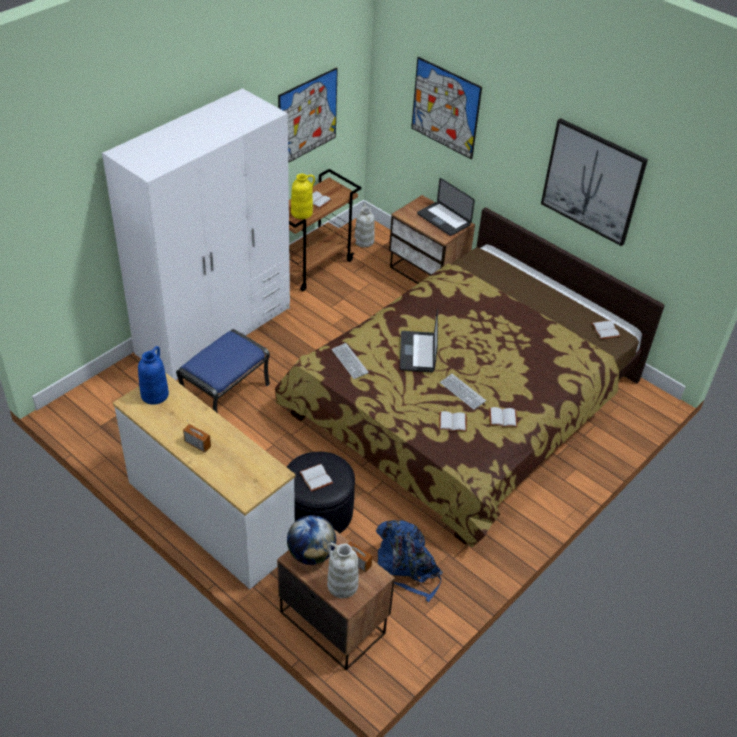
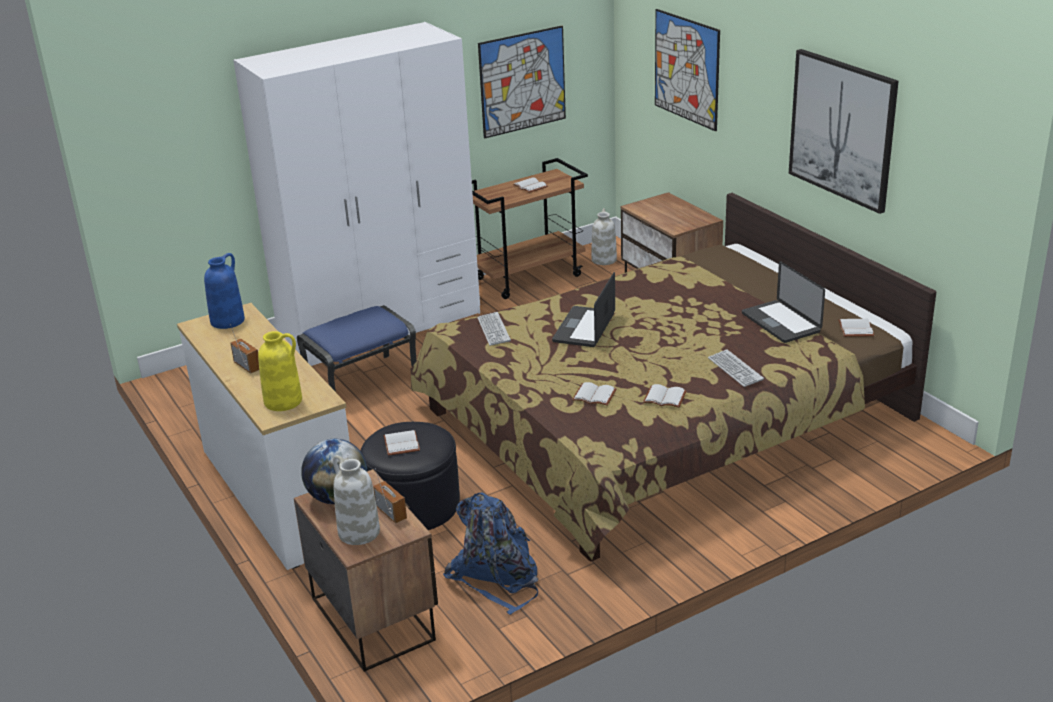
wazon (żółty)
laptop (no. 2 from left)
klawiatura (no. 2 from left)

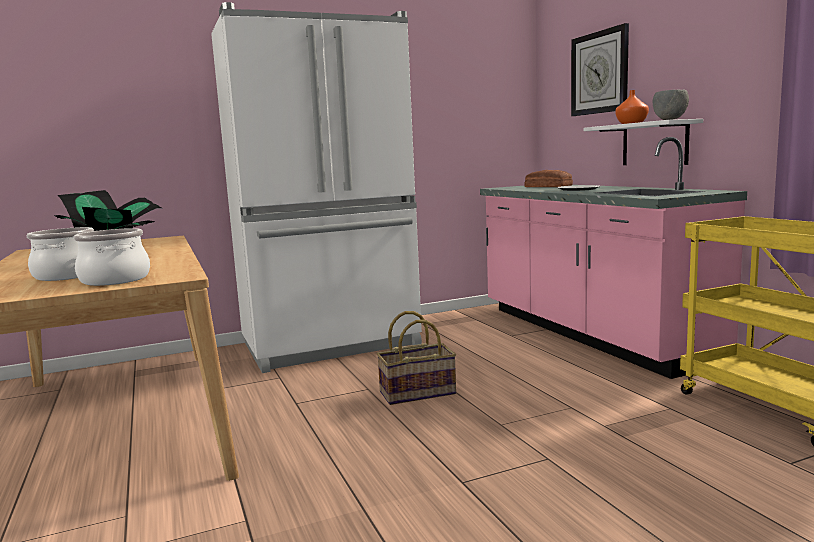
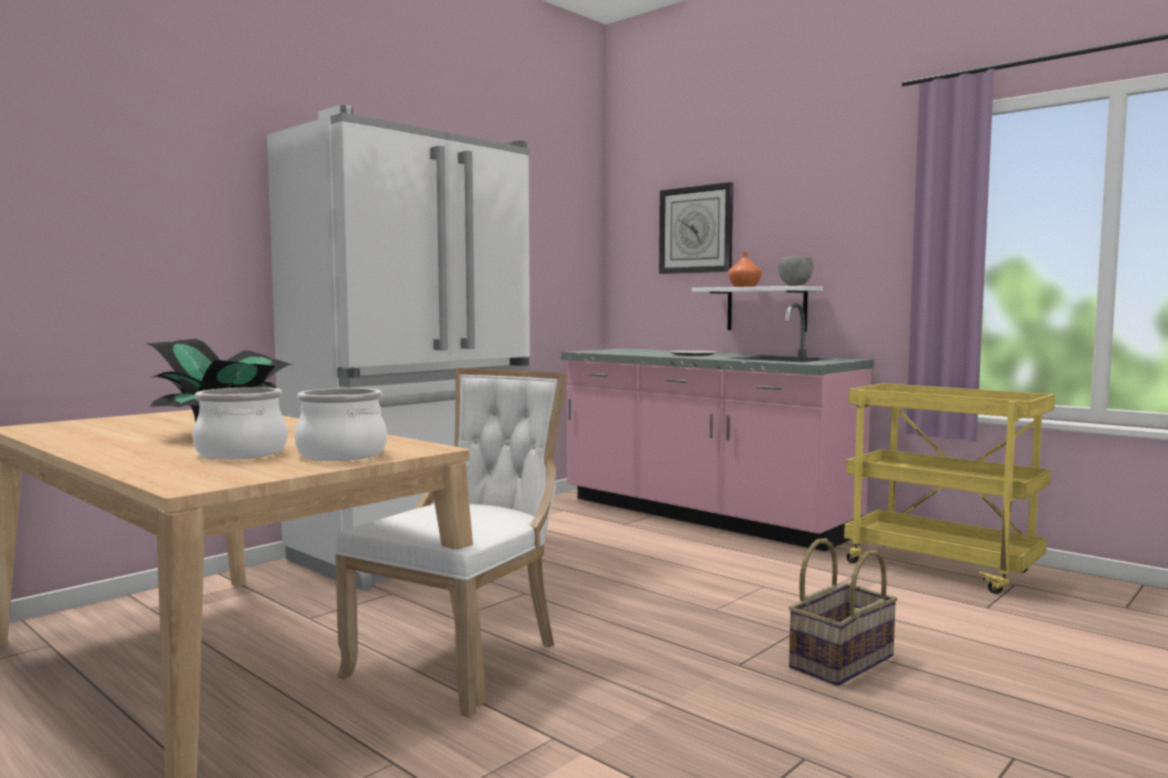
chleb
koszyk
krzesło (biały)

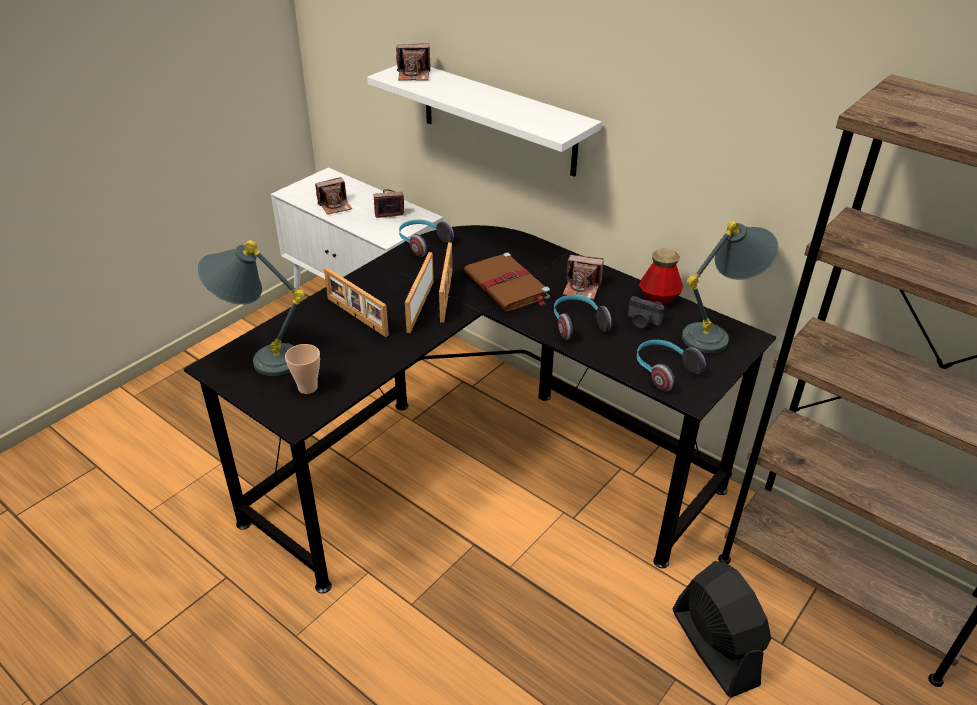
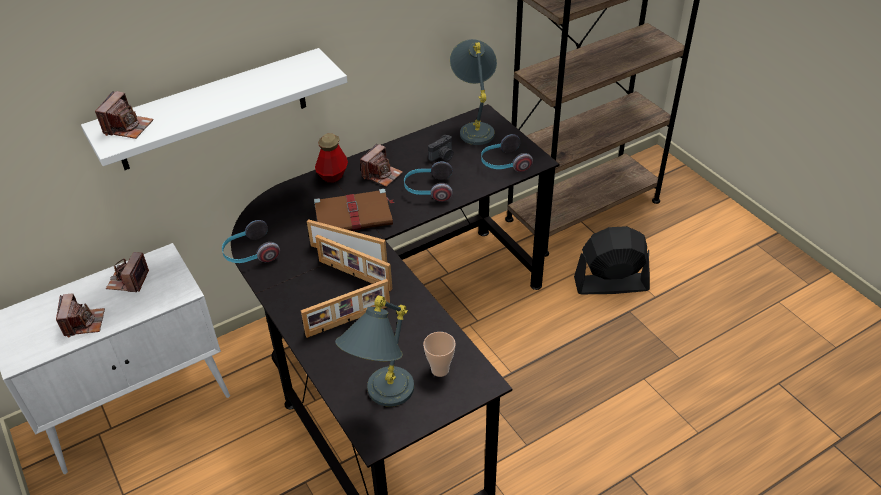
butelka

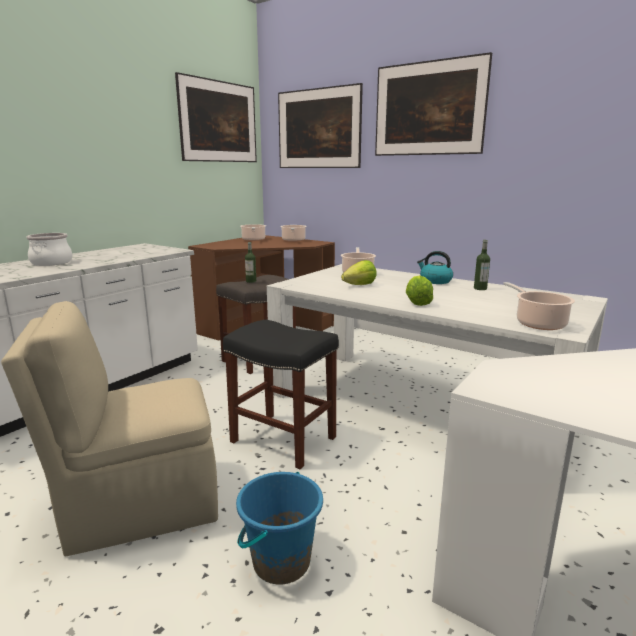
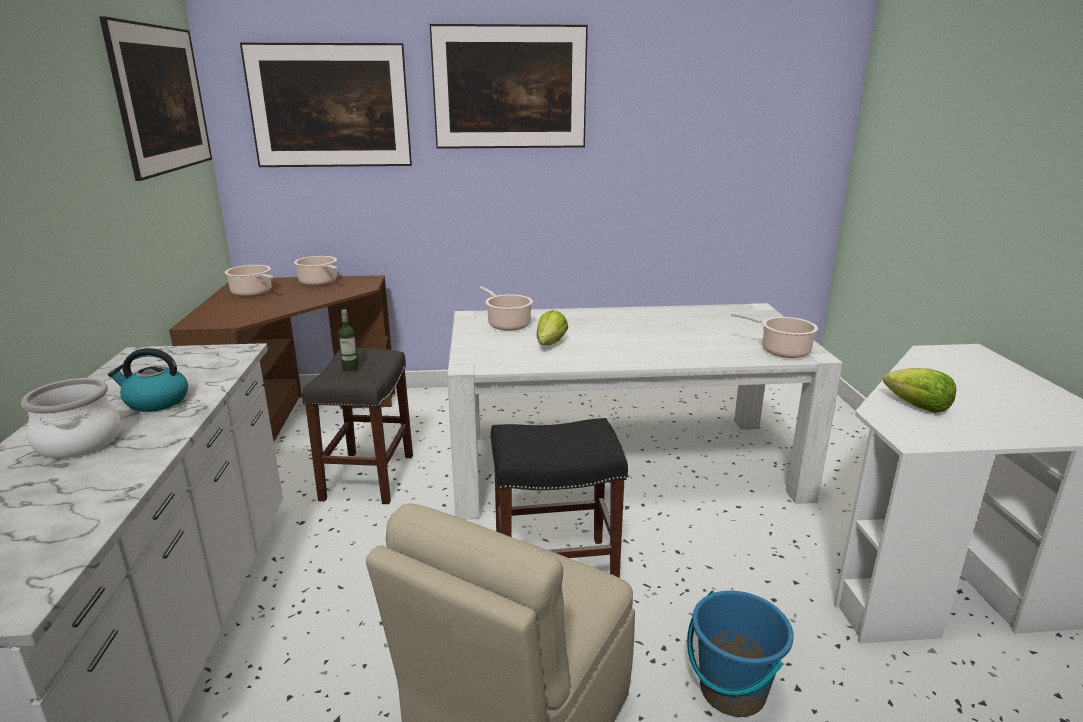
butelka (no. 2 from left in the first image)
czajnik
sałata (no. 2 from left)

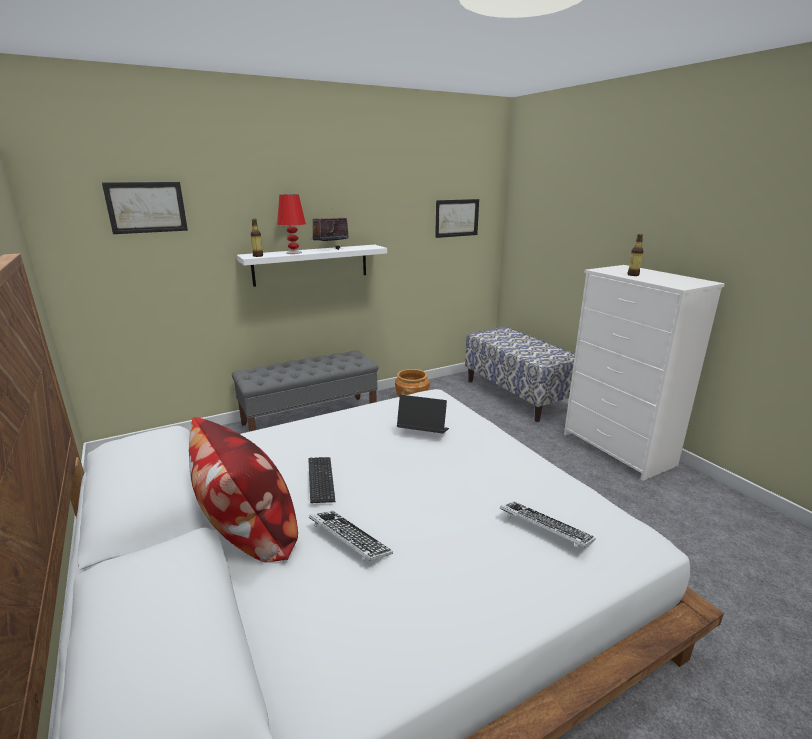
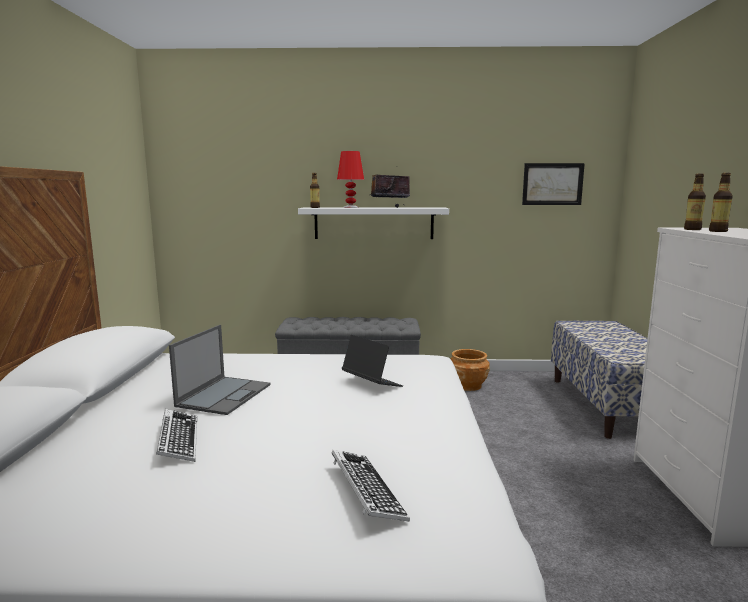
obraz (no. 1 from left in the first image)
poduszka
laptop (no. 1 from left)
butelka (no. 2 from left)

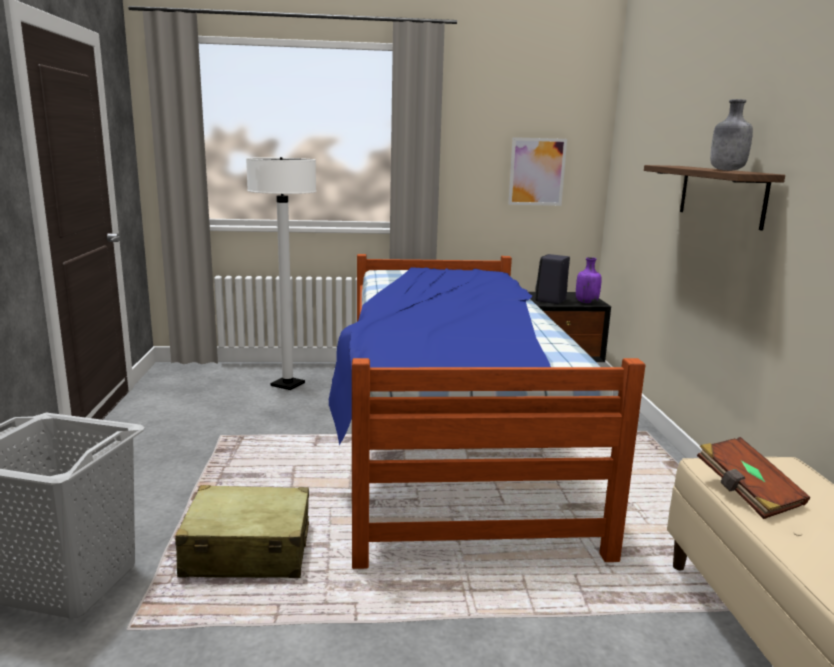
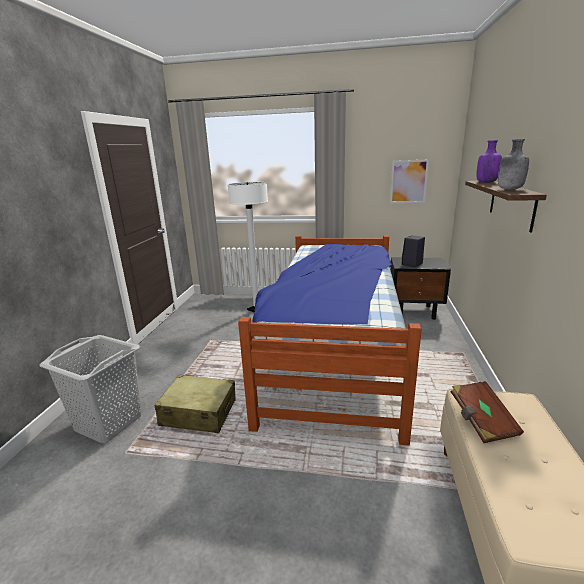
butelka (fioletowy)

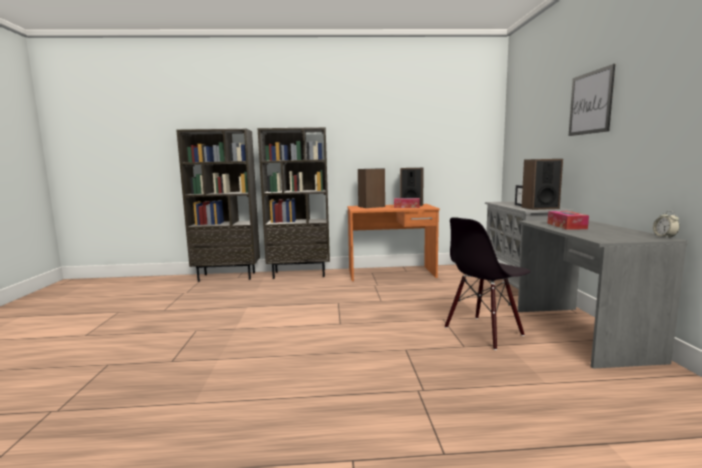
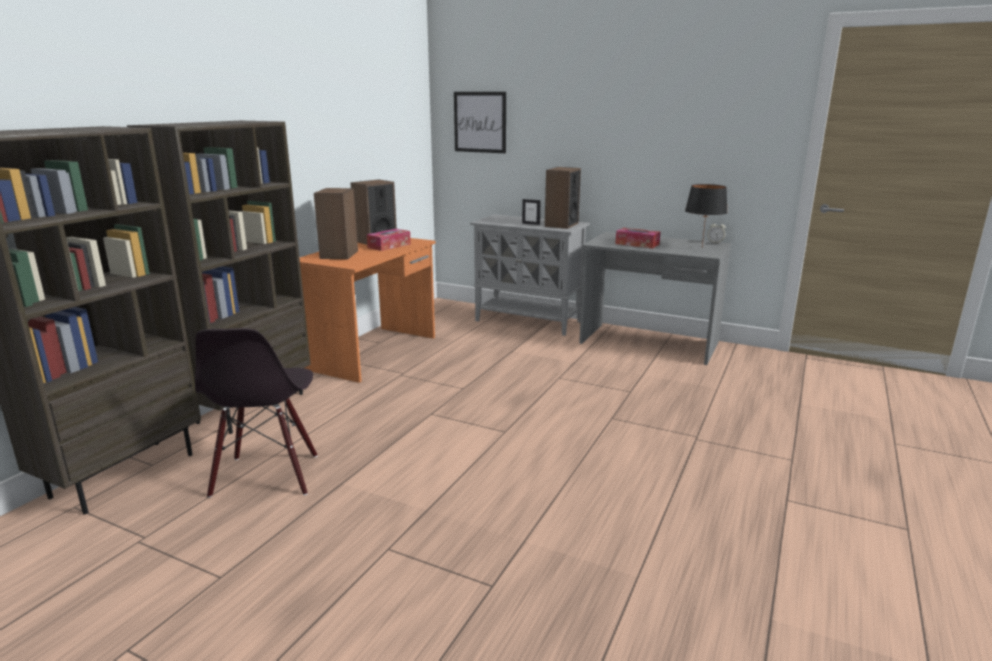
obraz
krzesło (czarny)
lampa stołowa (czarny)

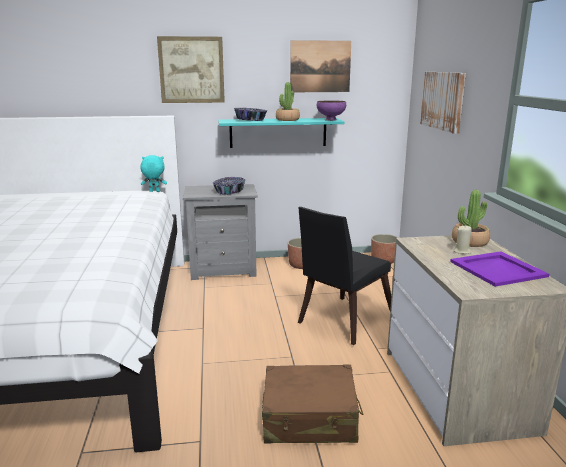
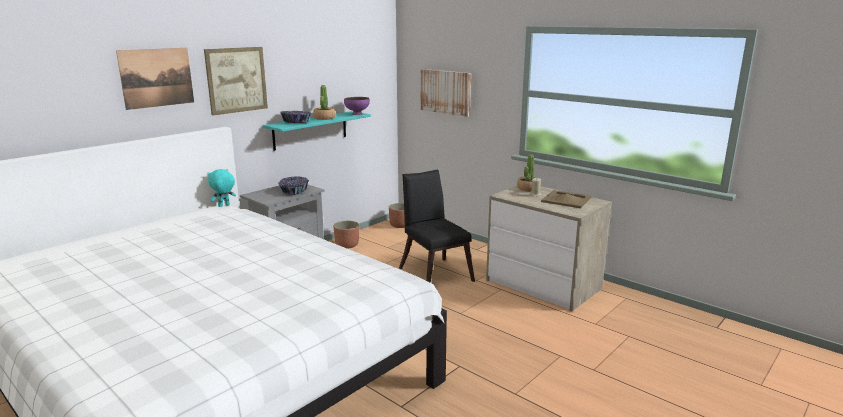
obraz (no. 1 from left)
krzesło (czarny)
taca (beżowy)
walizka (brązowy)

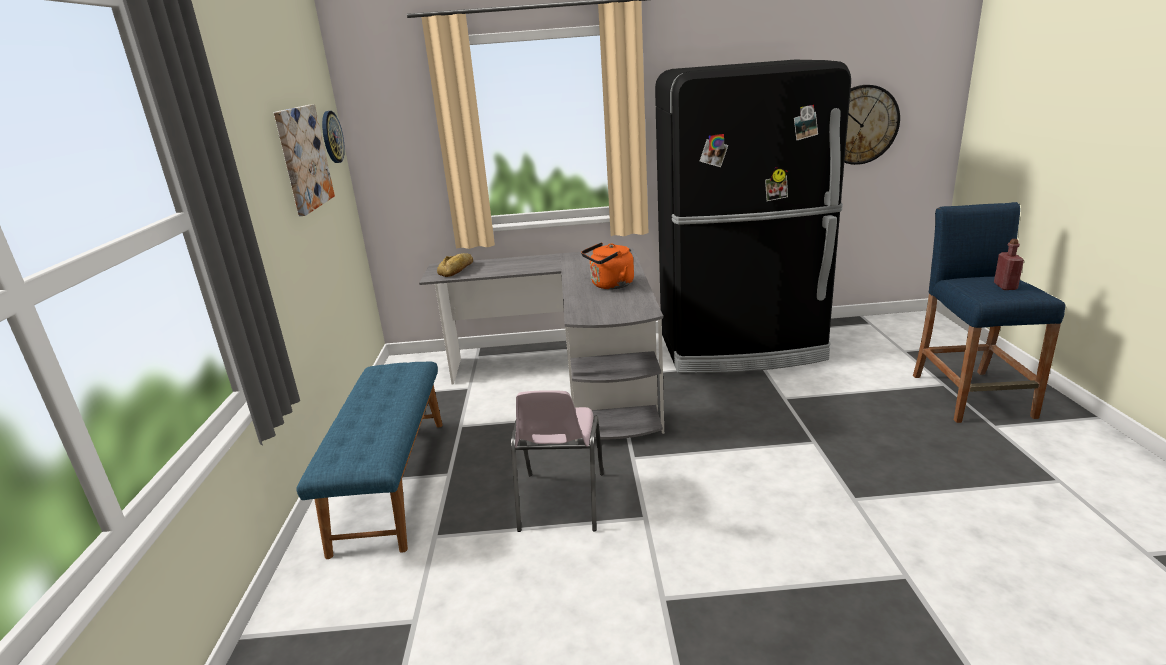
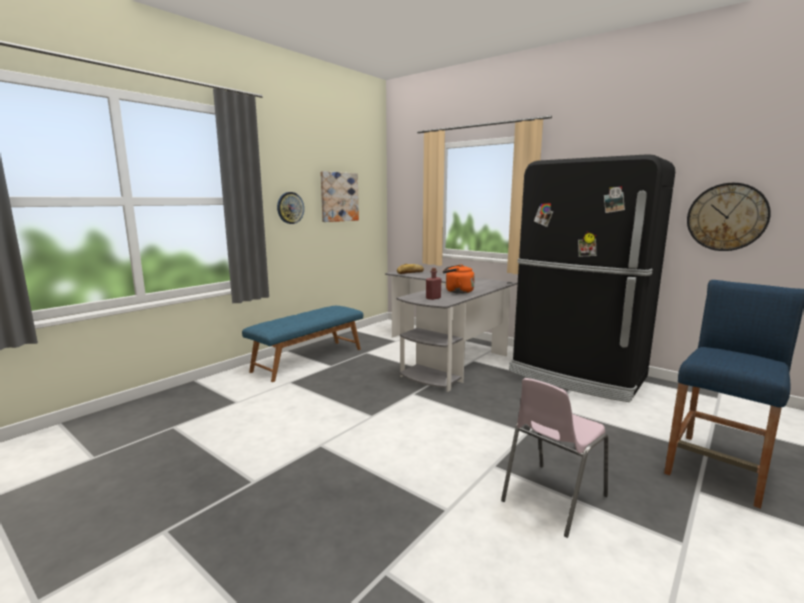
zegar ścienny (no. 1 from left)
butelka (czerwony)
krzesło (różowy)

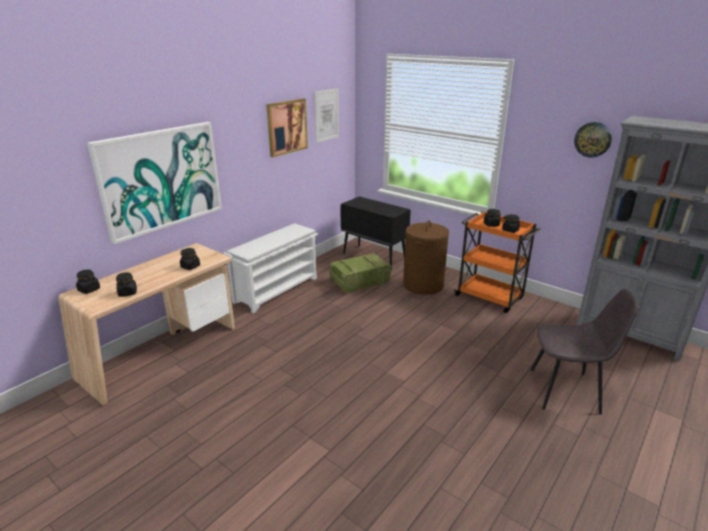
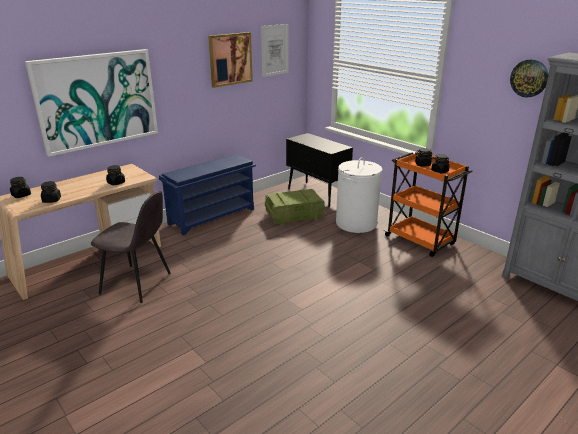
kosz na pranie (biały)
regał na buty (niebieski)
krzesło (szary)

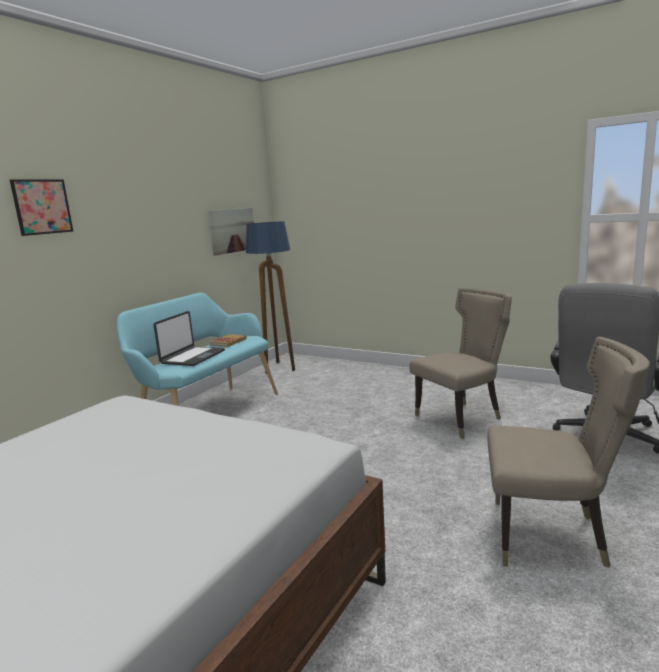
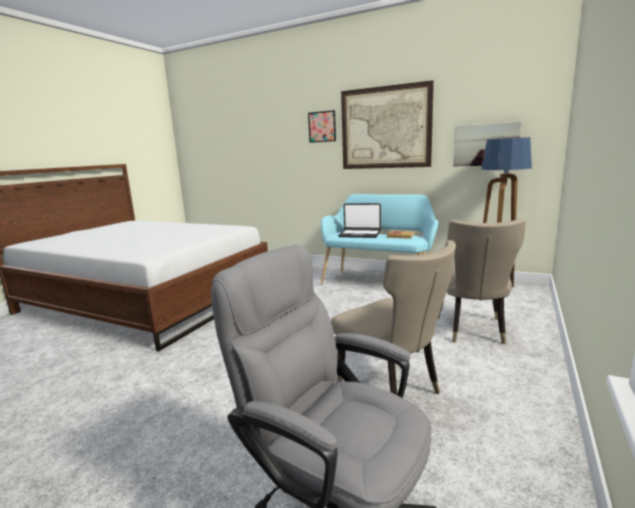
krzesło (beżowy) (no. 2 from left)
obraz (no. 2 from left)

